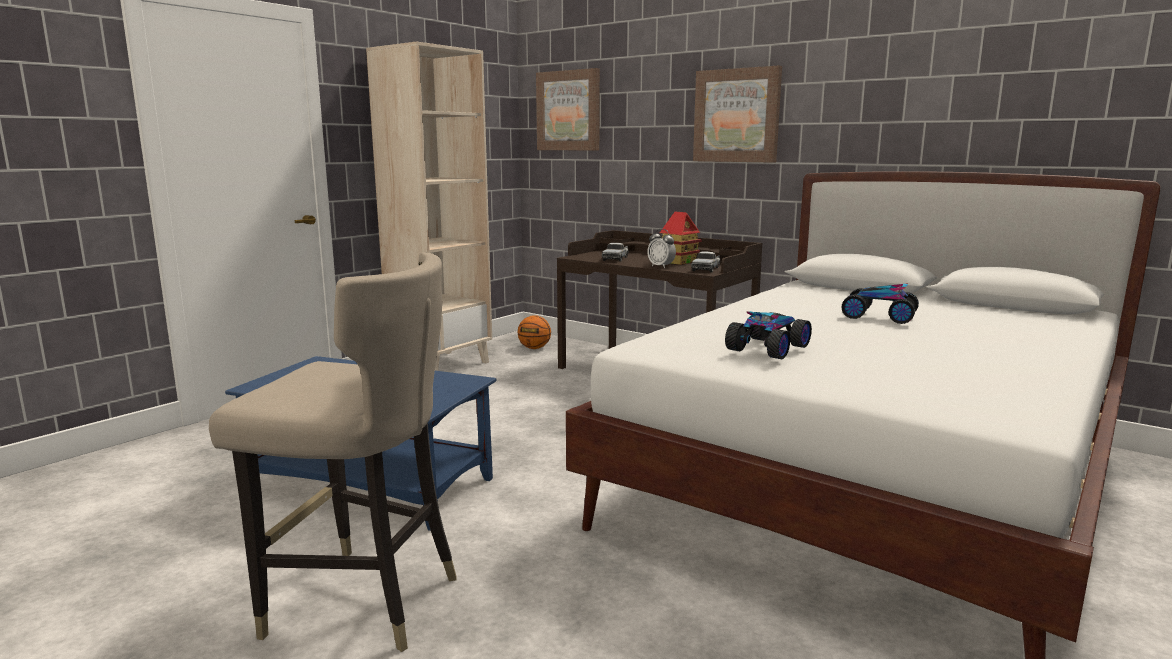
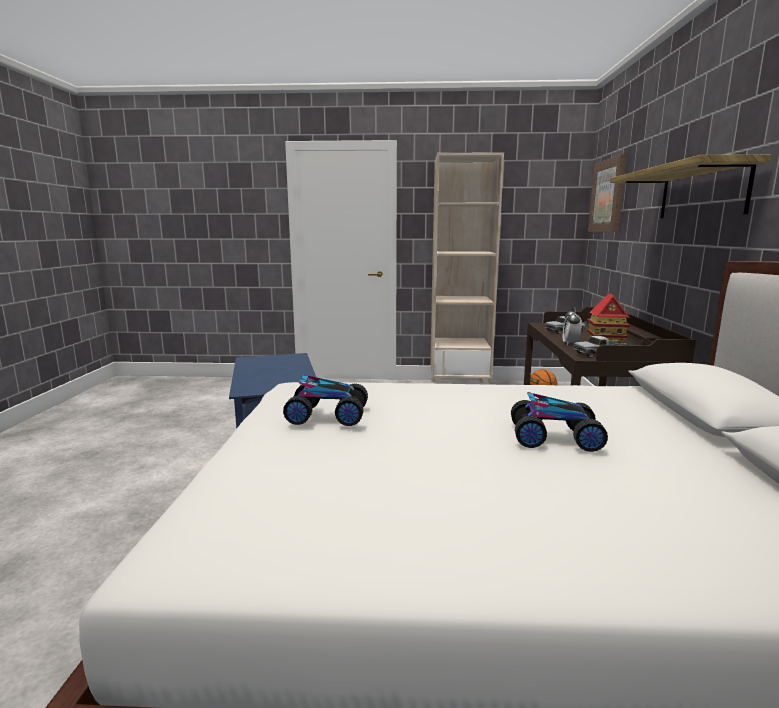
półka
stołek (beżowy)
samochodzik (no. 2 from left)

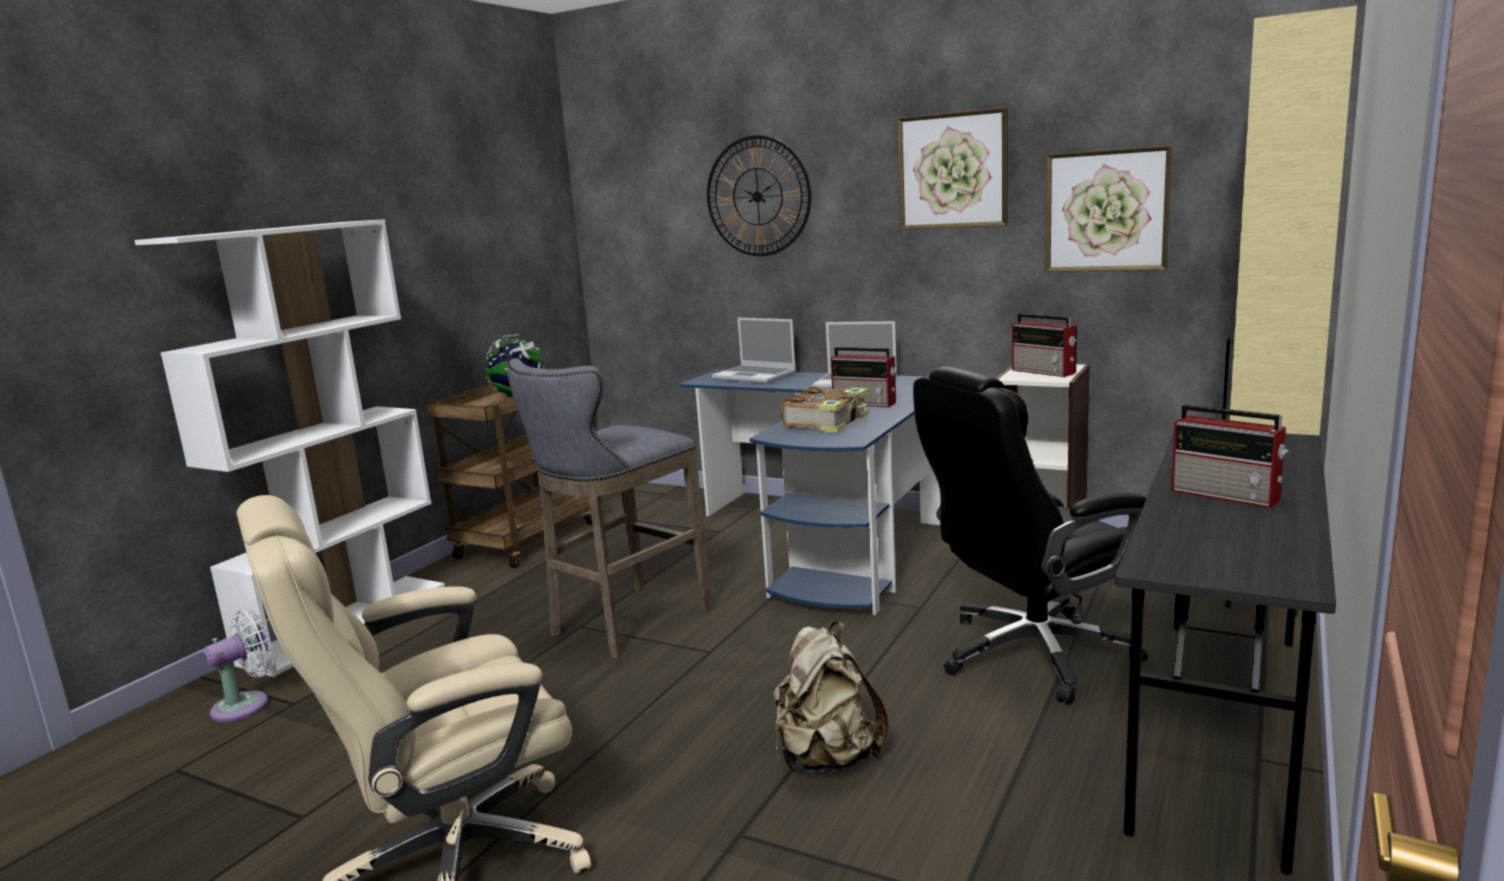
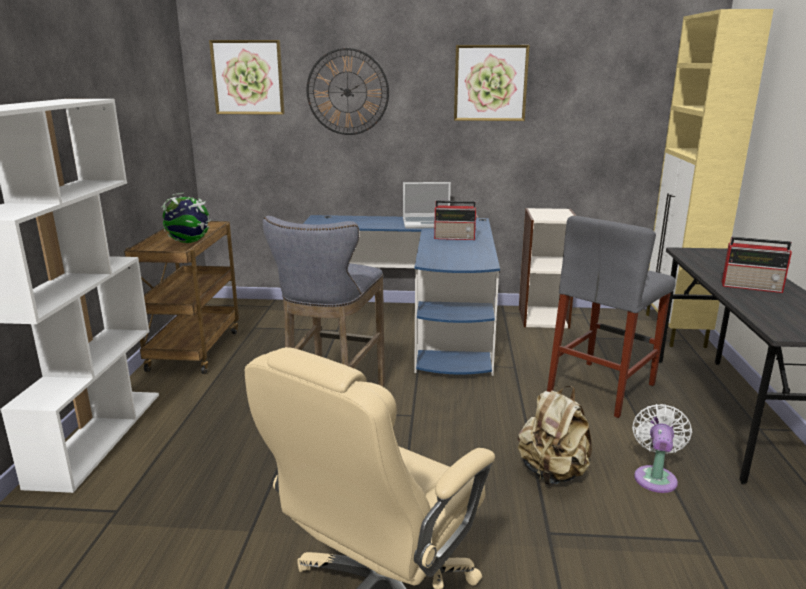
obraz (no. 1 from left)
radio (no. 2 from left in the first image)
laptop (no. 1 from left in the first image)
stołek (szary) (no. 2 from left)
książka
wentylator (biały)

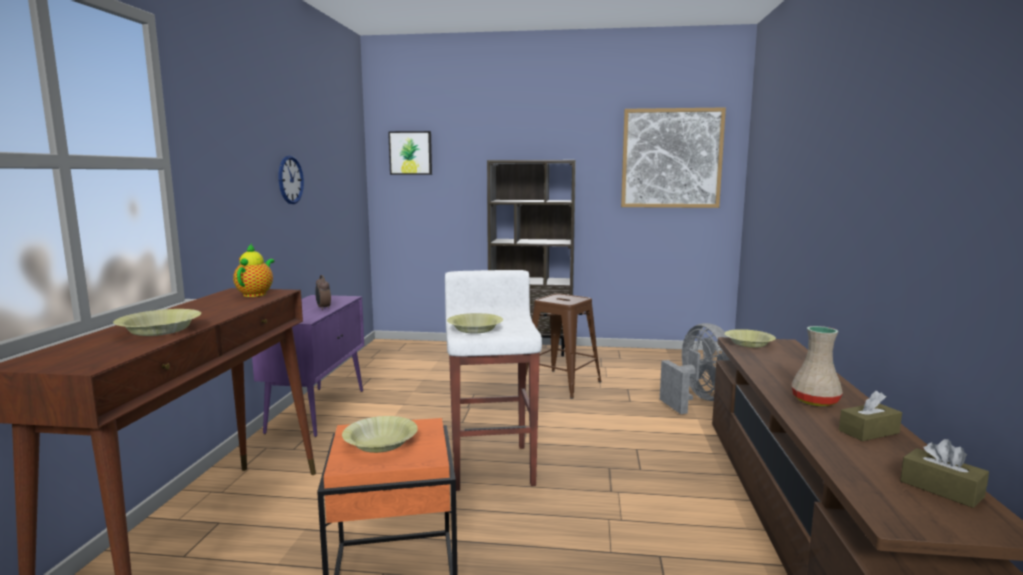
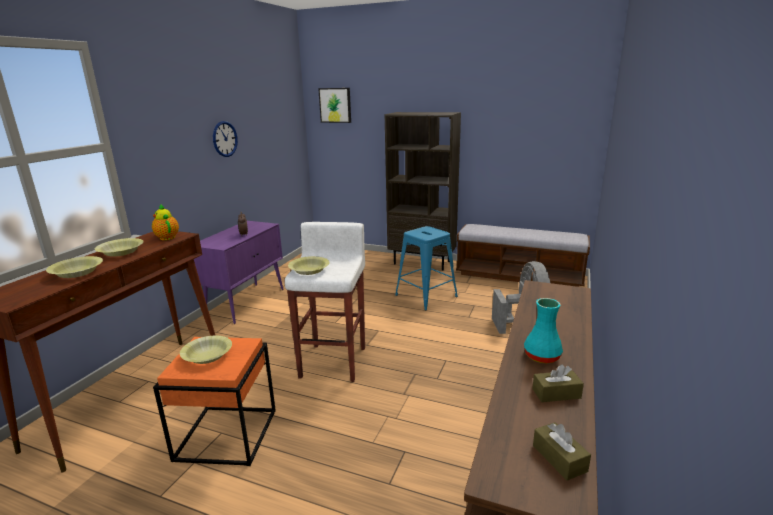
obraz (no. 2 from left in the first image)
imbryk
stołek (niebieski)
wazon (turkusowy)
miska (żółty) (no. 2 from left)
ławka

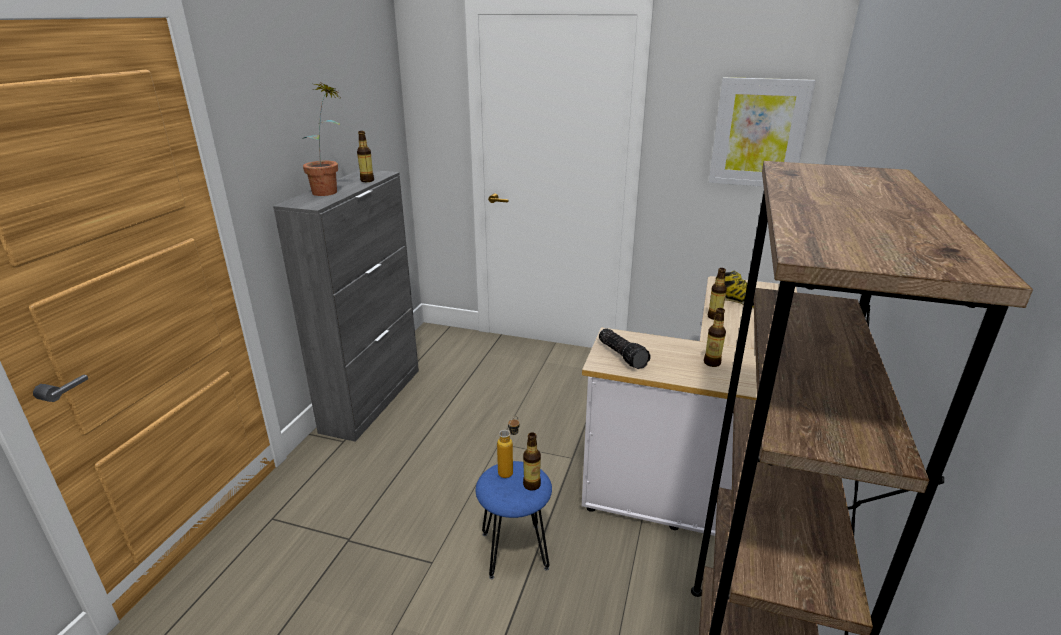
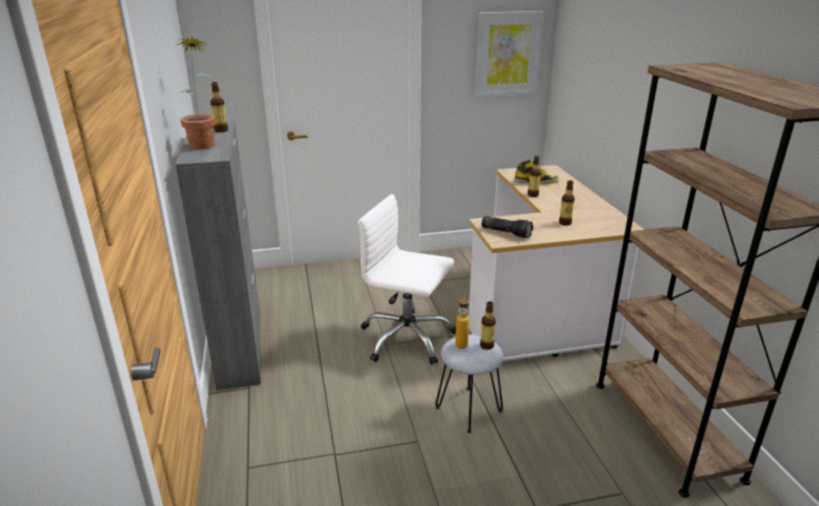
stołek (szary)
krzesło biurowe (biały)

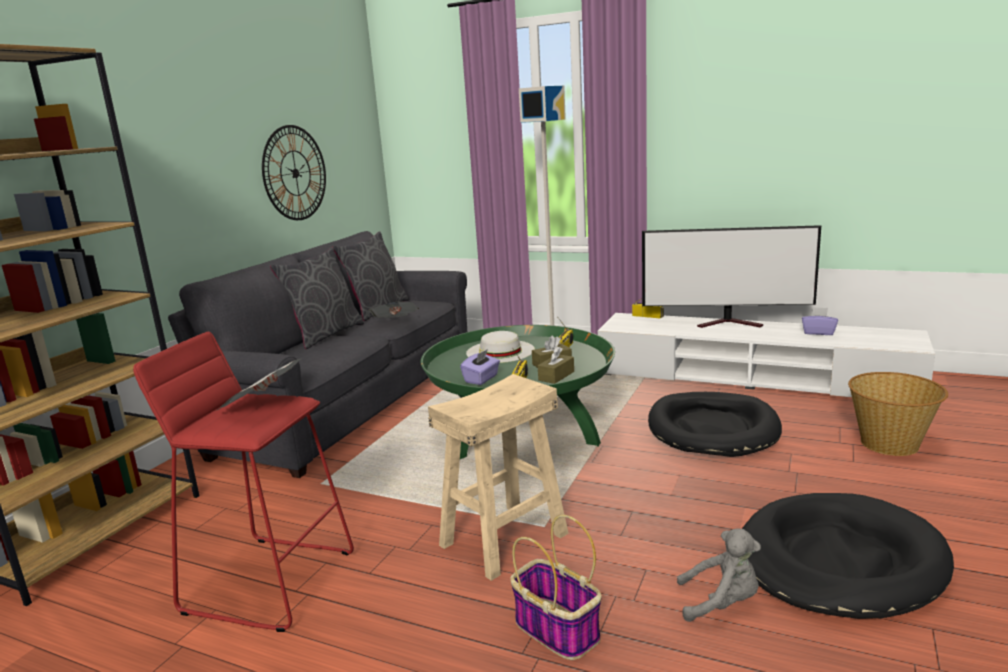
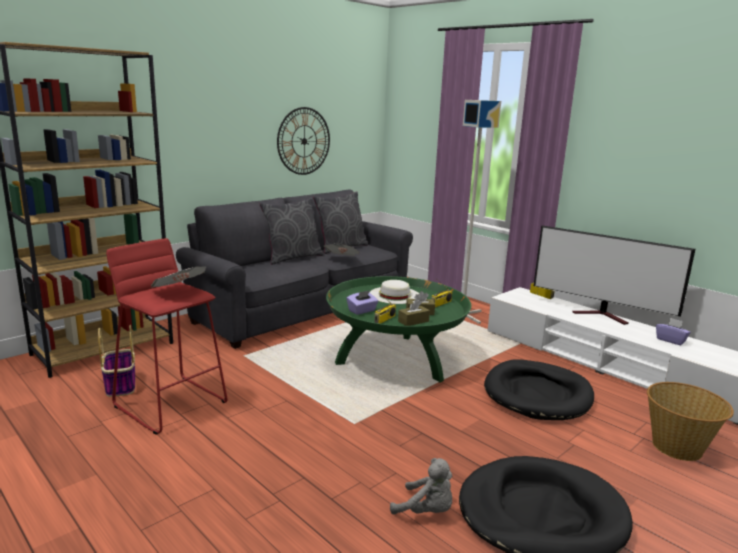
stołek (beżowy)
koszyk (no. 1 from left)

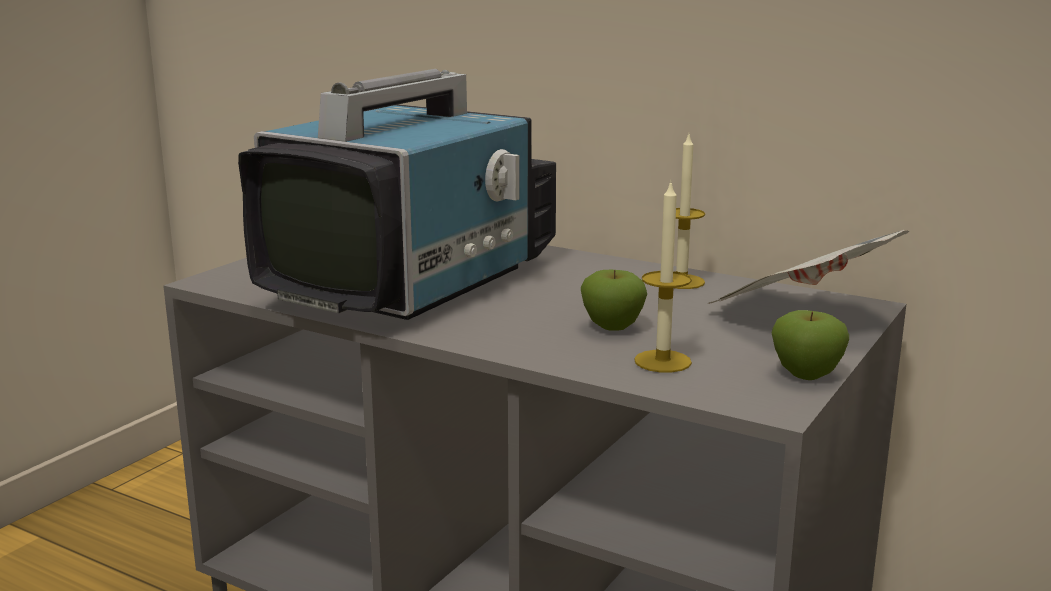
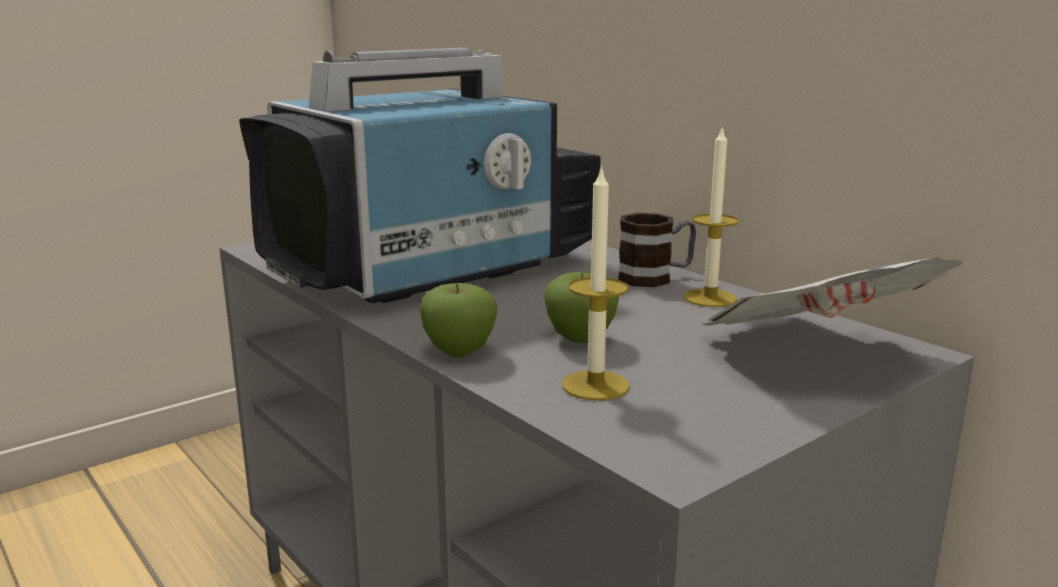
jabłko (no. 1 from left)
kubek

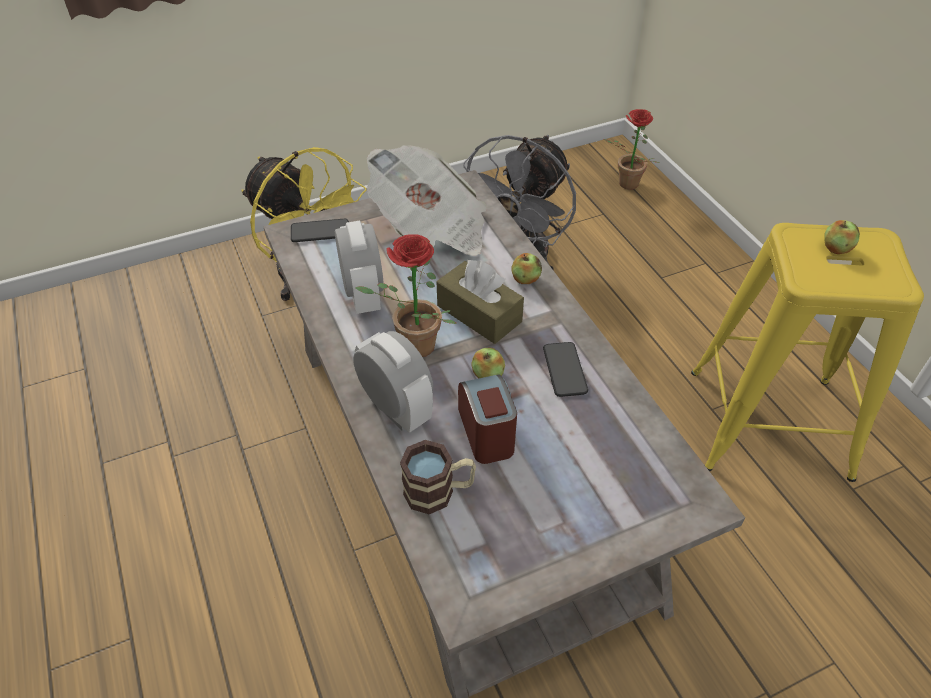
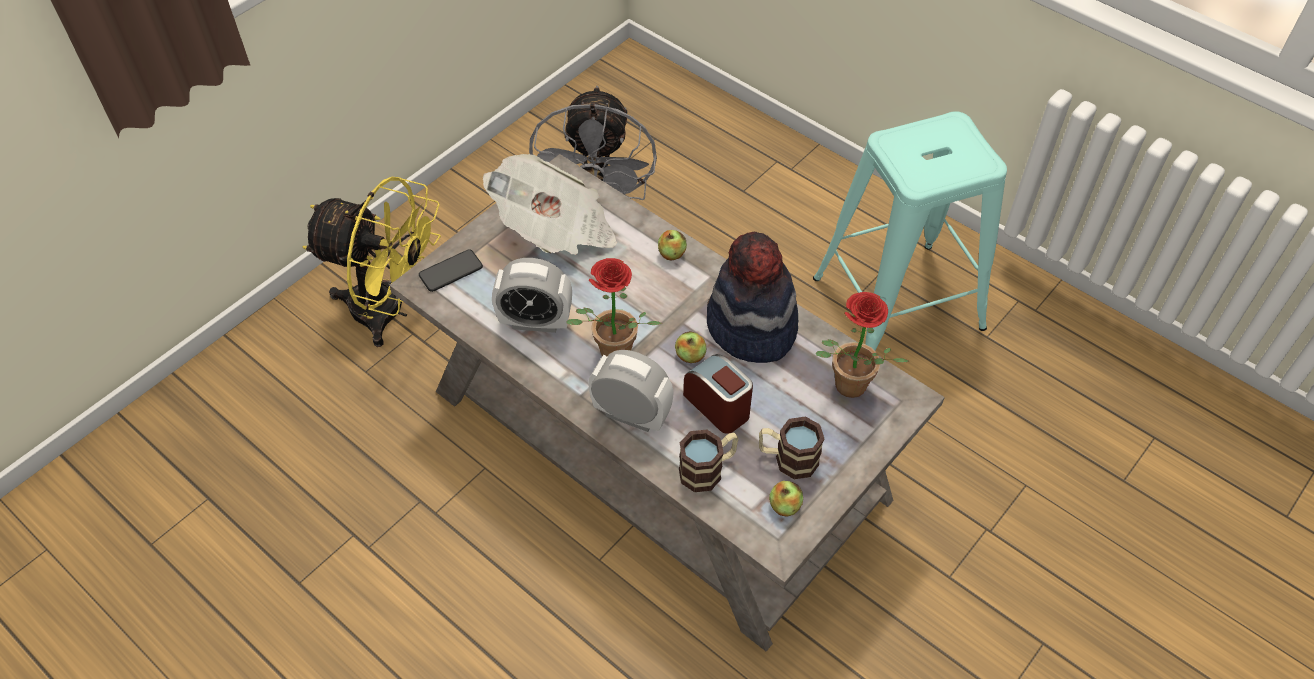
roślina doniczkowa (no. 2 from left)
jabłko (no. 3 from left)
budzik (no. 1 from left)
stołek (turkusowy)
pudełko chusteczek (brązowy)
kapelusz
kubek (no. 2 from left)

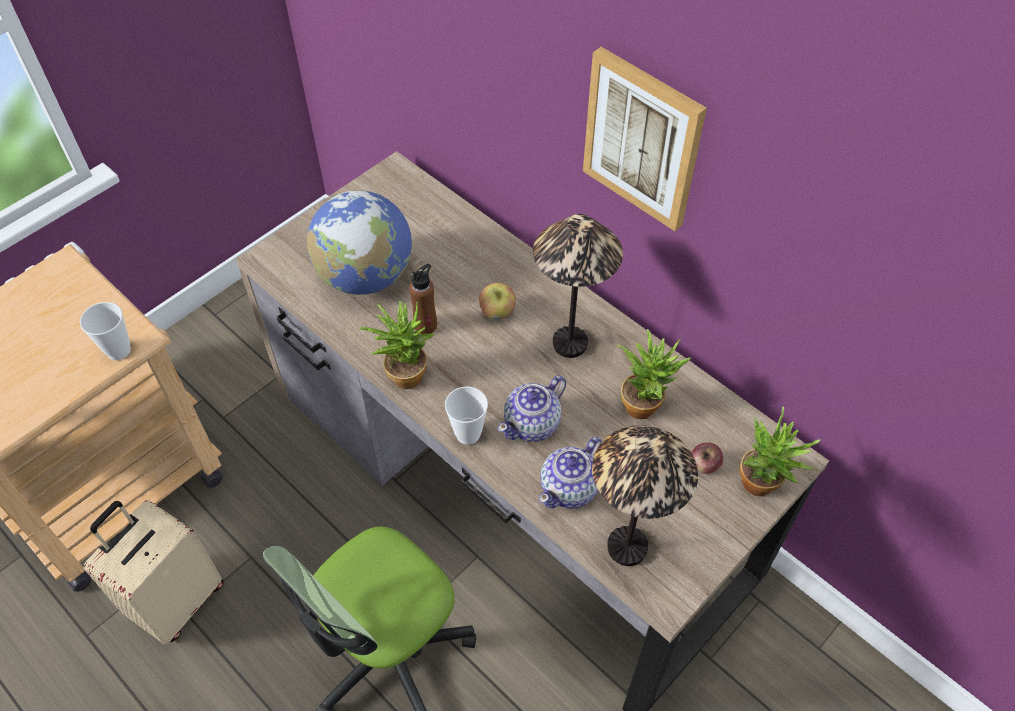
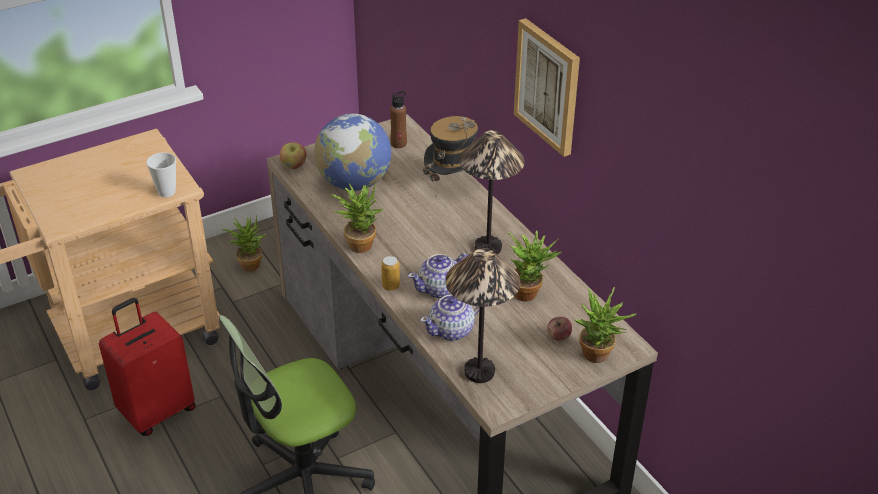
butelka (brązowy)
jabłko (no. 1 from left)
puszka
walizka (czerwony)
kapelusz
roślina doniczkowa (no. 1 from left)

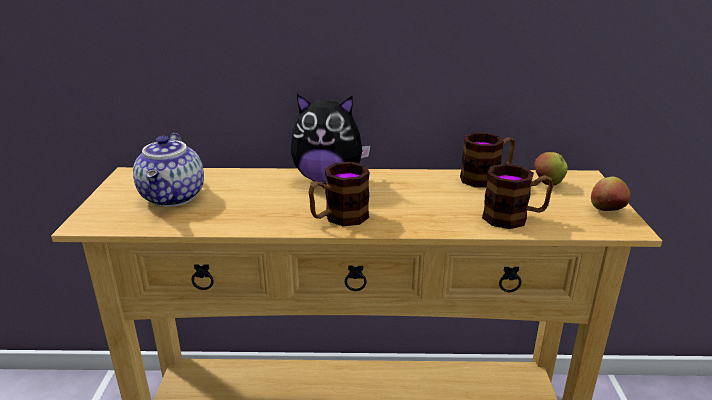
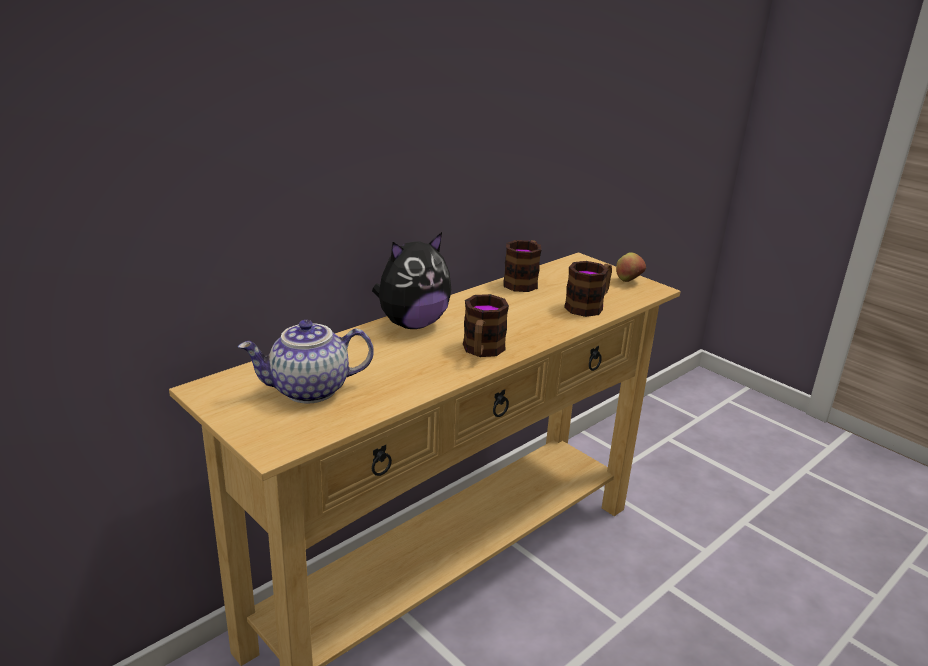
imbryk
jabłko (no. 1 from left in the first image)

